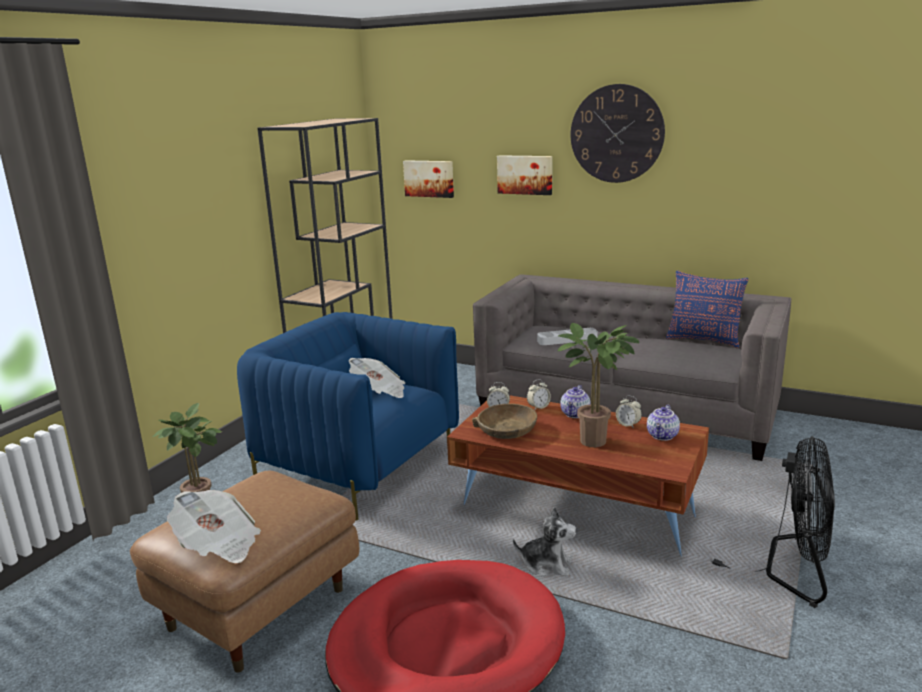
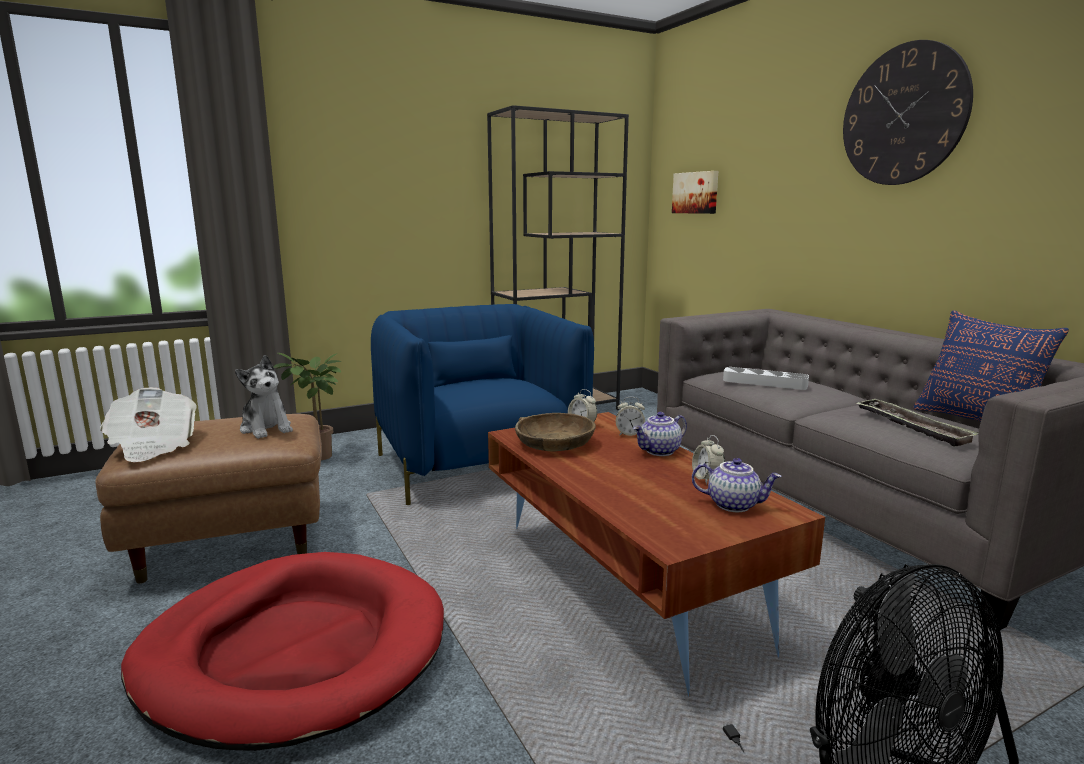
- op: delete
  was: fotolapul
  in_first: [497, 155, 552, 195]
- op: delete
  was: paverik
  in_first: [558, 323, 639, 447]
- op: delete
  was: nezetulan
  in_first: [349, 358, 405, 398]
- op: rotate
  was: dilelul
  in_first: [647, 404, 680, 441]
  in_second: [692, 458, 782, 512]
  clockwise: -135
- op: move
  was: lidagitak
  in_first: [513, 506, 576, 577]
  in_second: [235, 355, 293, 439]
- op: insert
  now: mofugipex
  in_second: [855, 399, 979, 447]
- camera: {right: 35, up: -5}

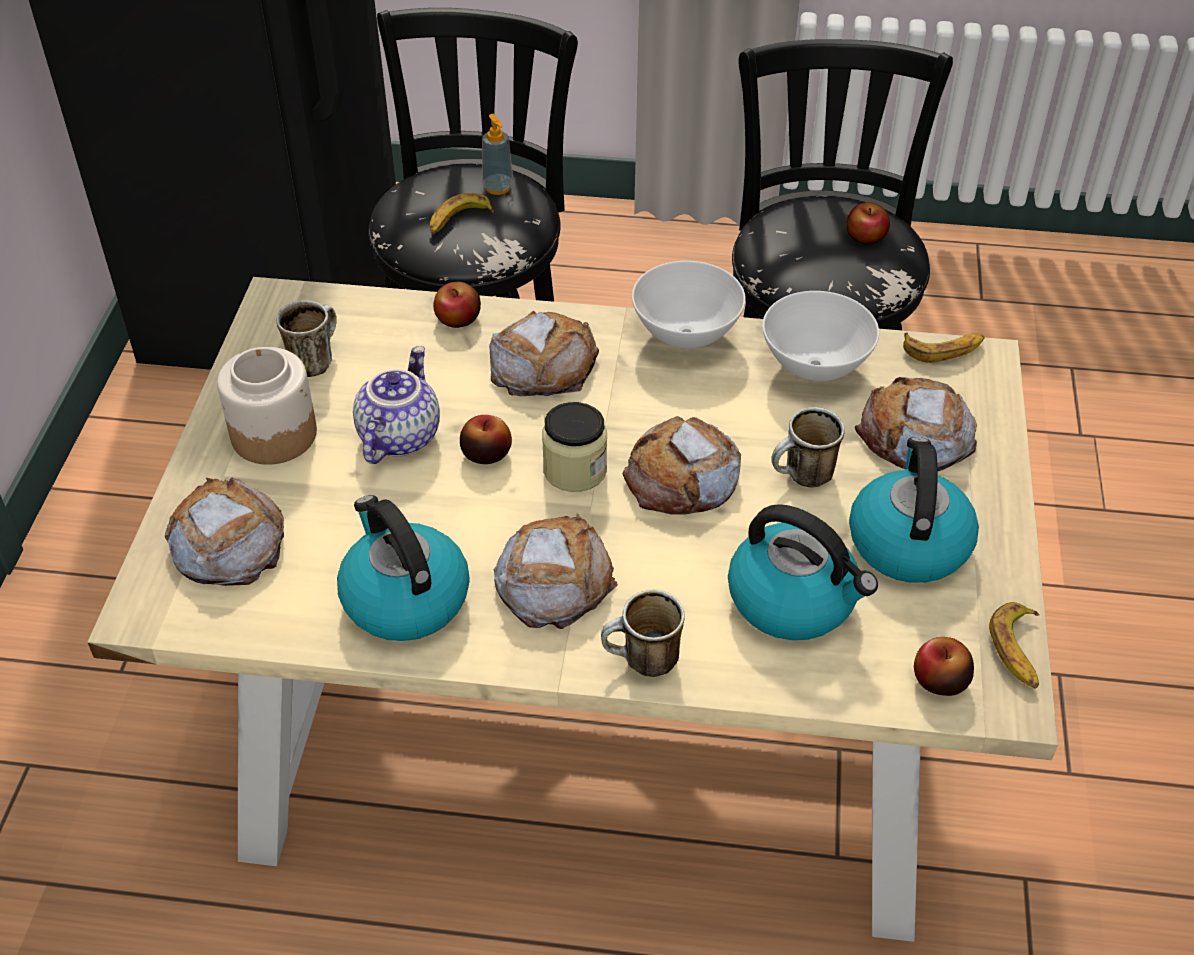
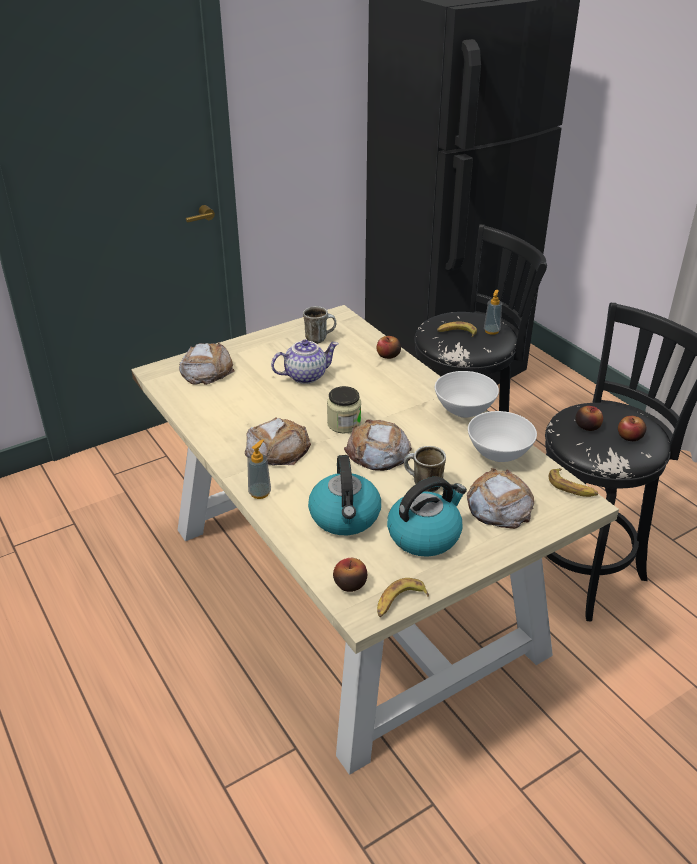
- op: delete
  was: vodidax
  in_first: [489, 311, 599, 396]
- op: delete
  was: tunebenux
  in_first: [217, 347, 317, 465]
- op: move
  was: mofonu
  in_first: [460, 415, 512, 464]
  in_second: [576, 406, 603, 431]
- op: delete
  was: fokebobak
  in_first: [337, 495, 470, 641]
- op: replace
  was: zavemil
  now: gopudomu
  in_first: [601, 589, 685, 677]
  in_second: [247, 439, 271, 499]
- camera: {right: 50, up: -10}

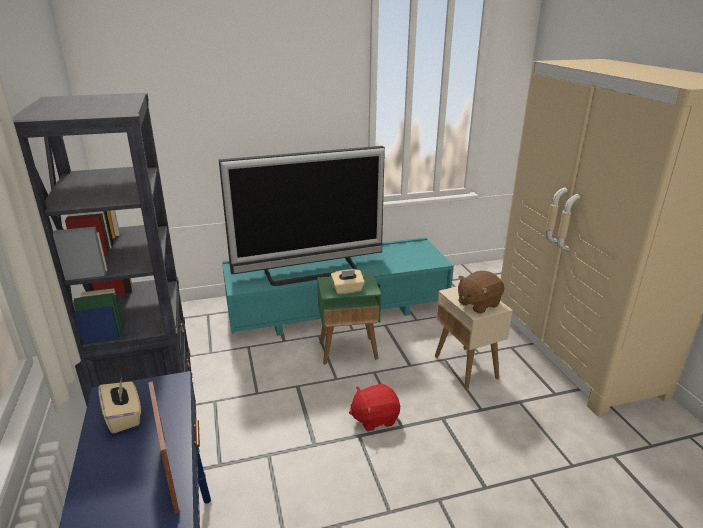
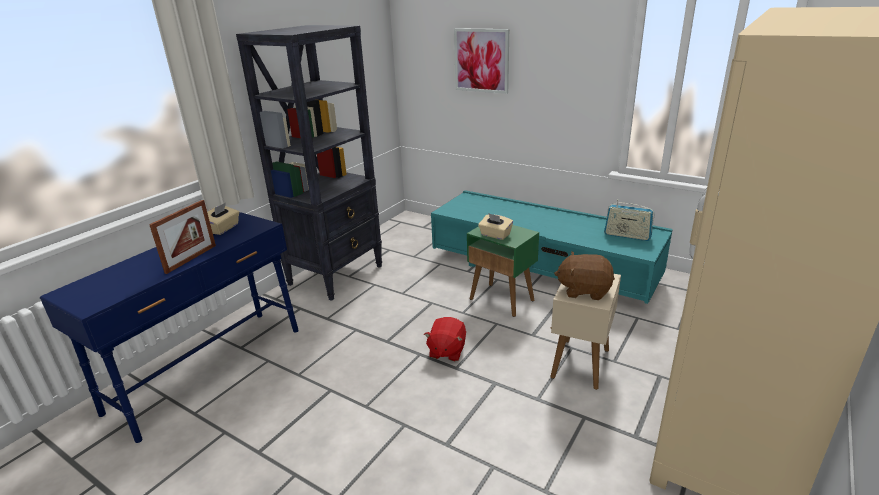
- op: delete
  was: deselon
  in_first: [219, 146, 385, 286]
- op: rotate
  was: lidagitak (red)
  in_first: [349, 384, 400, 432]
  in_second: [424, 317, 466, 361]
  clockwise: -105
- op: insert
  now: fotolapul
  in_second: [454, 28, 509, 94]
- op: insert
  now: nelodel
  in_second: [604, 199, 655, 241]
- camera: {right: 50, up: 0}

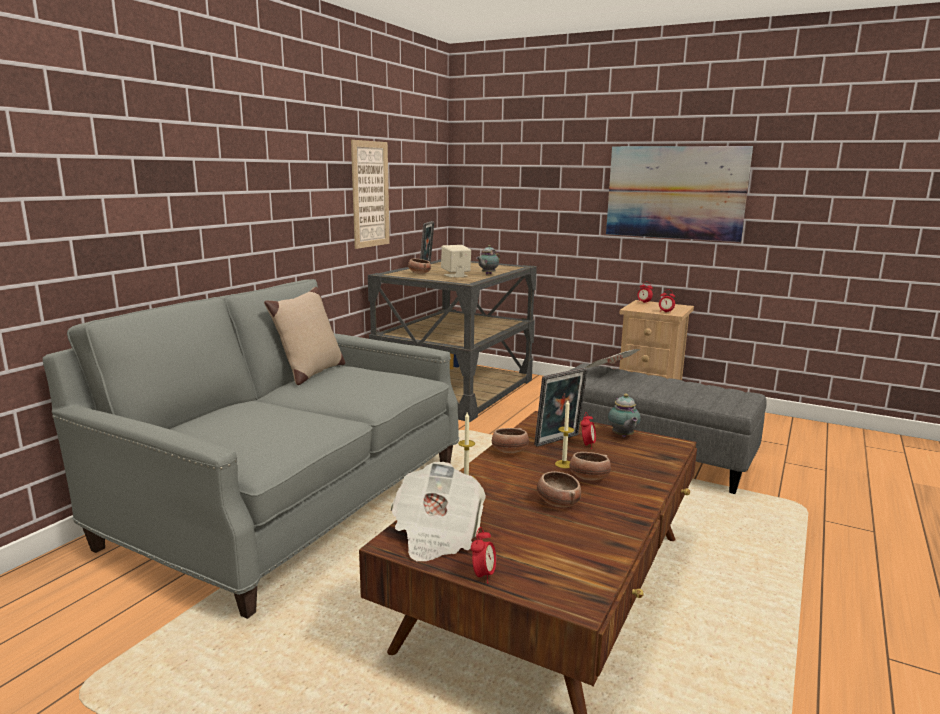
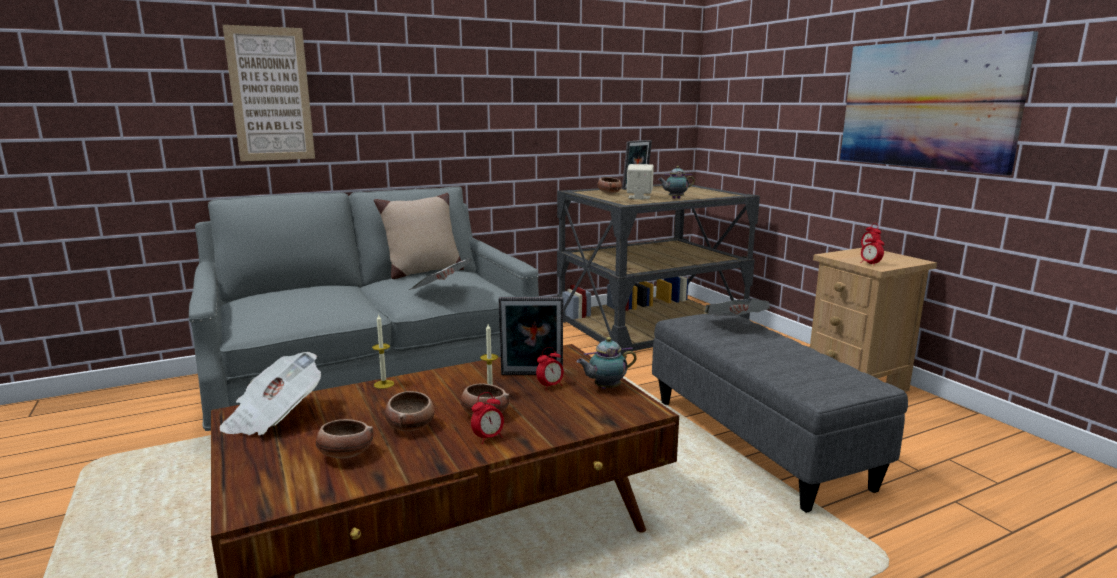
- op: move
  was: fotolapul
  in_first: [351, 140, 390, 249]
  in_second: [223, 25, 315, 161]
- op: rotate
  was: dilelul
  in_first: [608, 394, 641, 437]
  in_second: [577, 337, 637, 389]
  clockwise: 45
- op: move
  was: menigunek
  in_first: [492, 428, 529, 453]
  in_second: [316, 419, 374, 459]
- op: move
  was: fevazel
  in_first: [471, 527, 496, 584]
  in_second: [471, 392, 504, 444]
- op: insert
  now: nezetulan
  in_second: [409, 258, 473, 290]
- camera: {right: 35, up: 0}

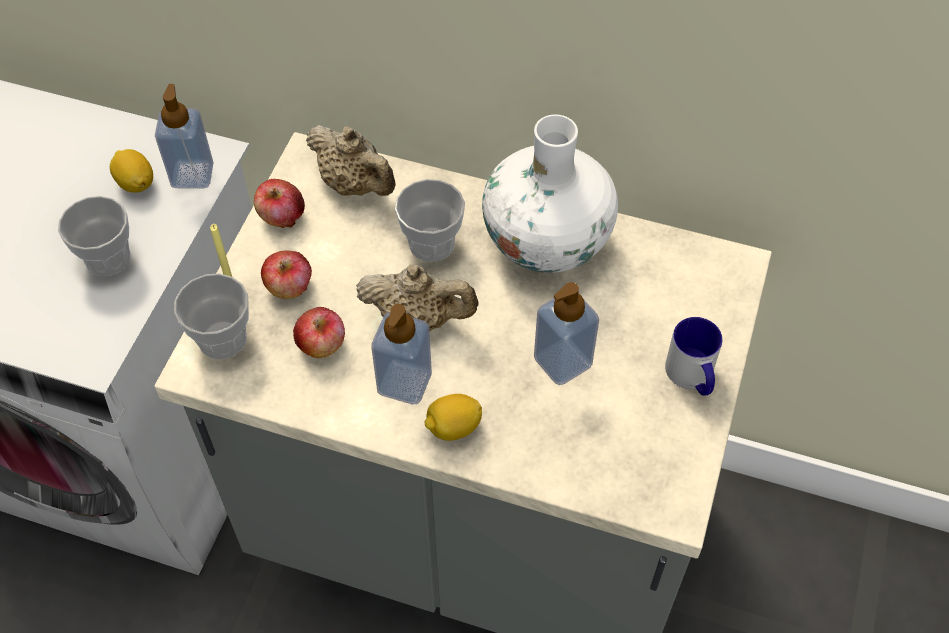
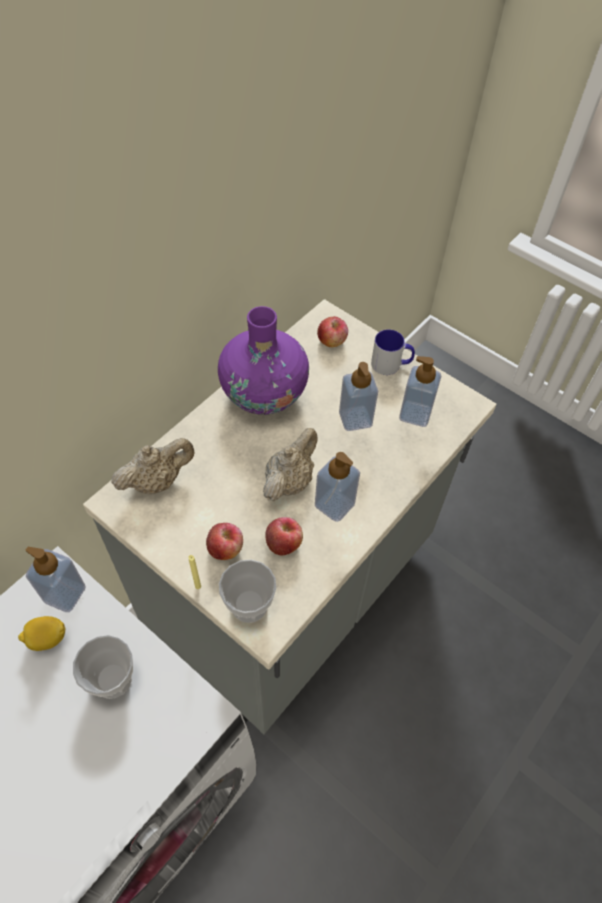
- op: recolor
  was: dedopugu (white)
  now: dedopugu (purple)
  in_first: [482, 115, 618, 273]
  in_second: [218, 306, 309, 415]
- op: move
  was: mofonu
  in_first: [254, 179, 305, 228]
  in_second: [317, 316, 348, 347]
- op: delete
  was: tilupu
  in_first: [395, 179, 465, 262]
- op: delete
  was: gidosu
  in_first: [425, 394, 482, 441]
- op: insert
  now: gopudomu
  in_second: [399, 356, 441, 427]
- camera: {right: -70, up: 0}

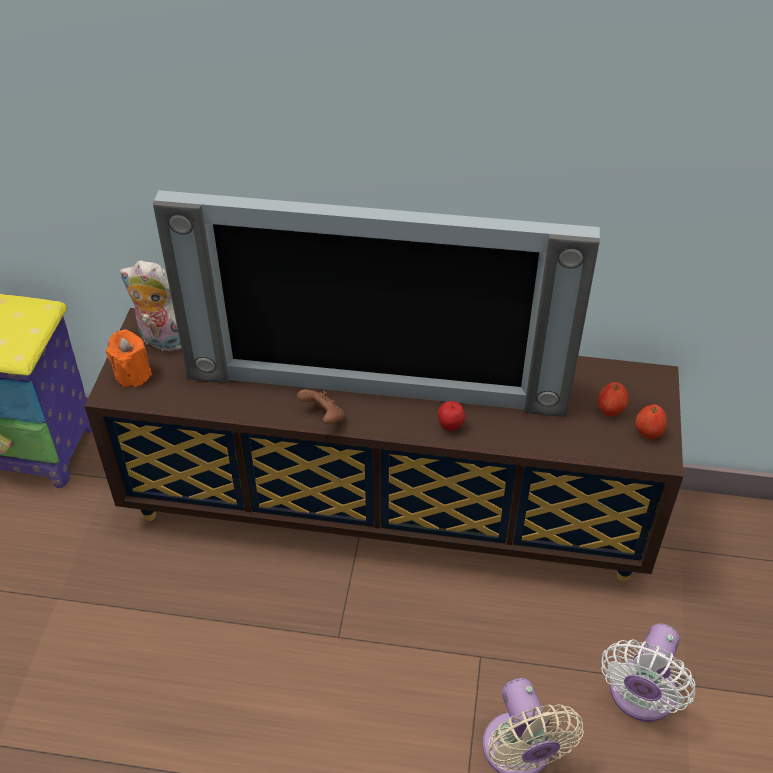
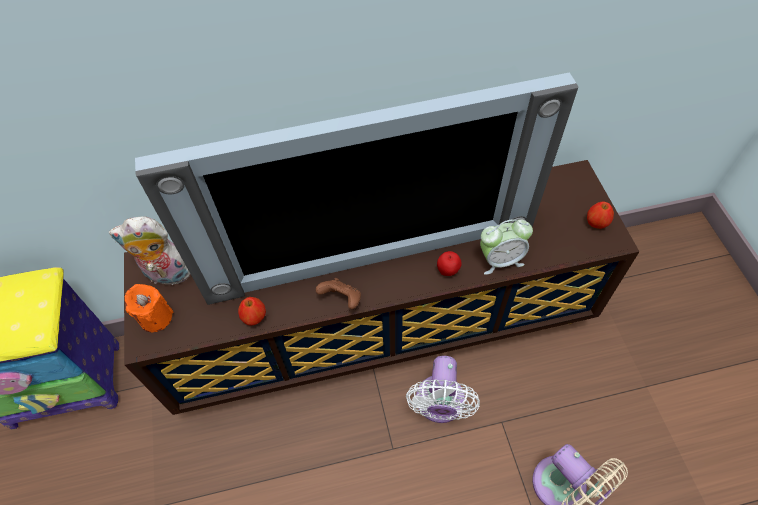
- op: move
  was: mofonu
  in_first: [598, 382, 628, 416]
  in_second: [238, 297, 266, 326]
- op: move
  was: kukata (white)
  in_first: [601, 623, 695, 722]
  in_second: [406, 356, 480, 423]
- op: insert
  now: fevazel
  in_second: [480, 219, 533, 275]
- camera: {right: -20, up: 10}

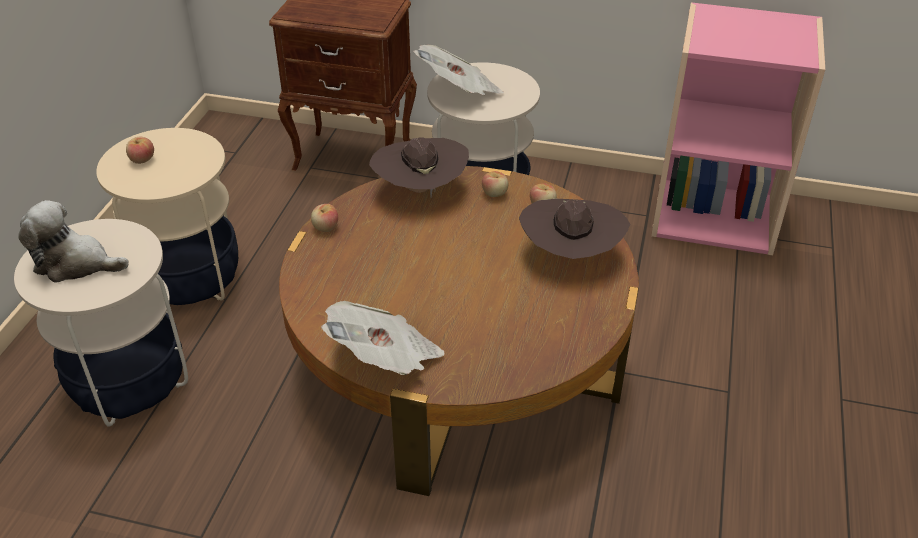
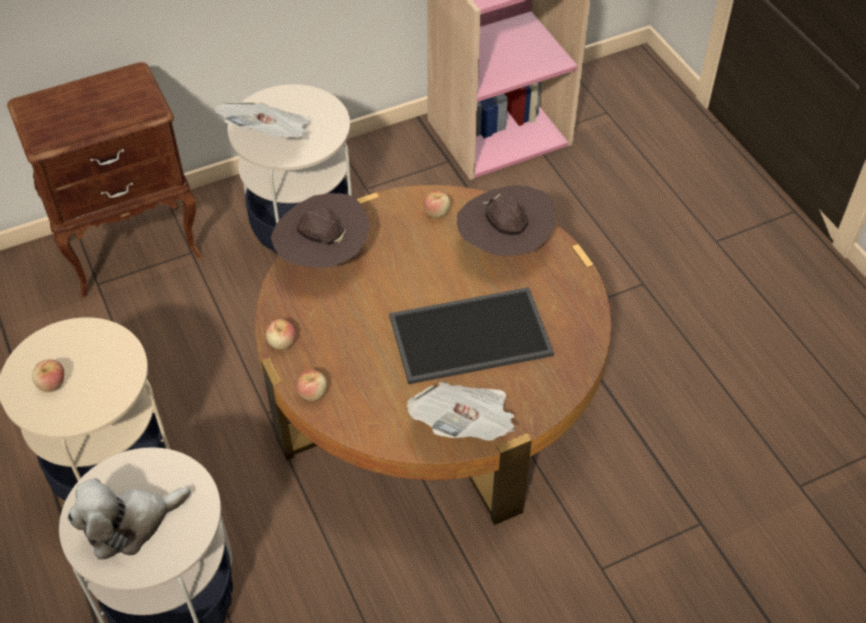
- op: move
  was: mofonu
  in_first: [482, 171, 508, 197]
  in_second: [296, 370, 327, 401]
- op: insert
  now: mofugipex
  in_second: [389, 287, 554, 384]
- camera: {right: -40, up: 10}

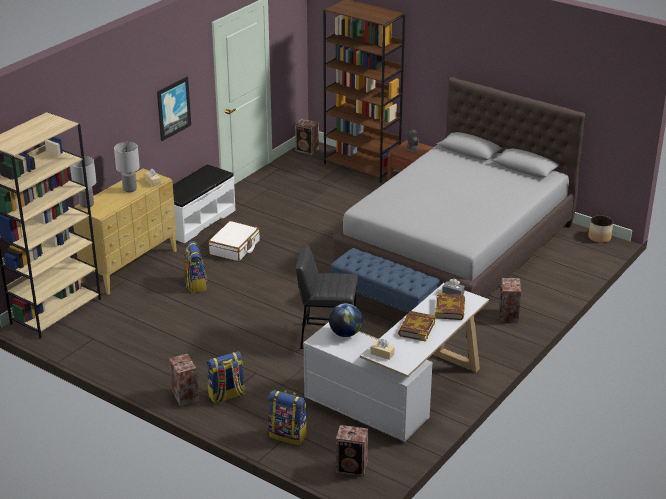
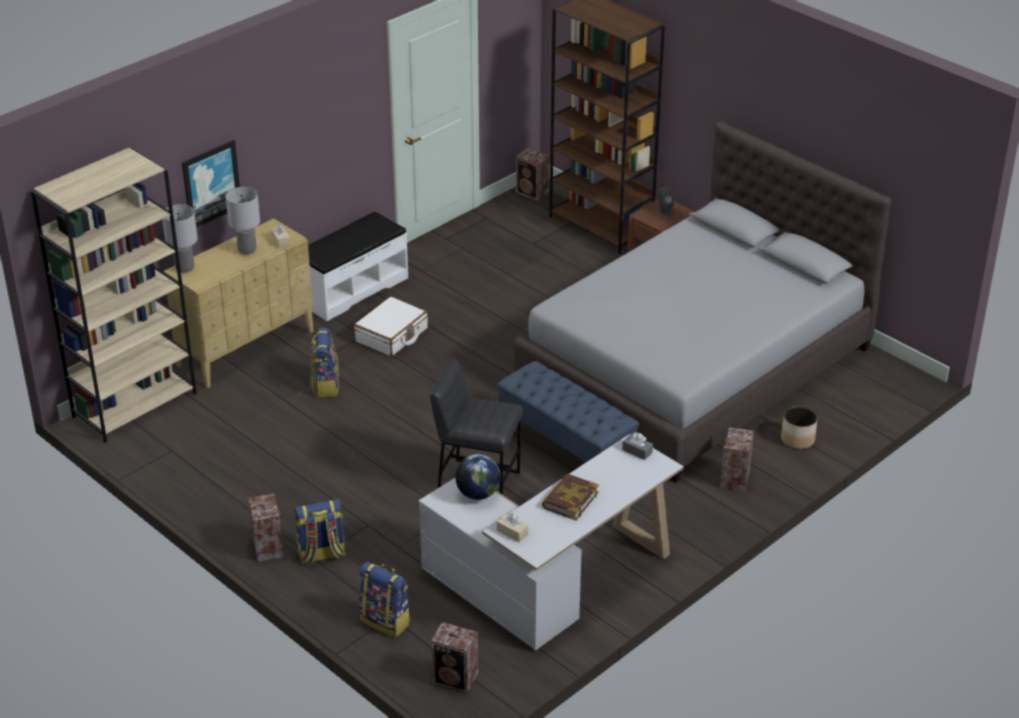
- op: move
  was: fotolapul
  in_first: [157, 77, 191, 141]
  in_second: [182, 140, 240, 228]
- op: move
  was: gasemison
  in_first: [588, 215, 613, 243]
  in_second: [781, 406, 818, 449]
- op: delete
  was: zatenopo
  in_first: [435, 293, 465, 320]
- camera: {right: 10, up: 5}

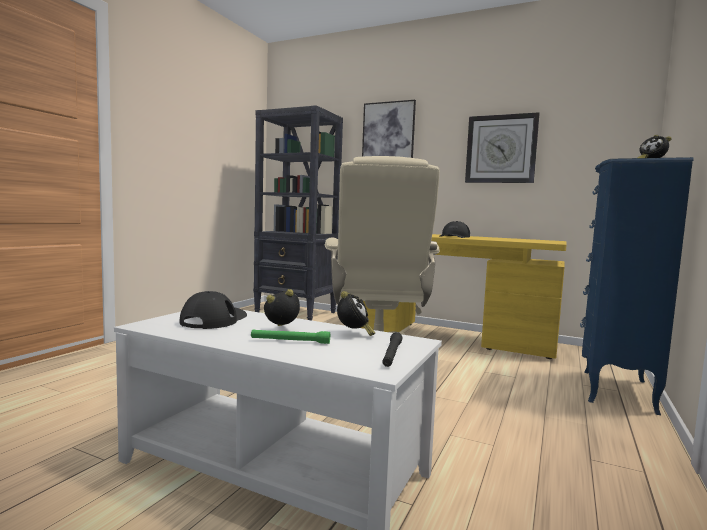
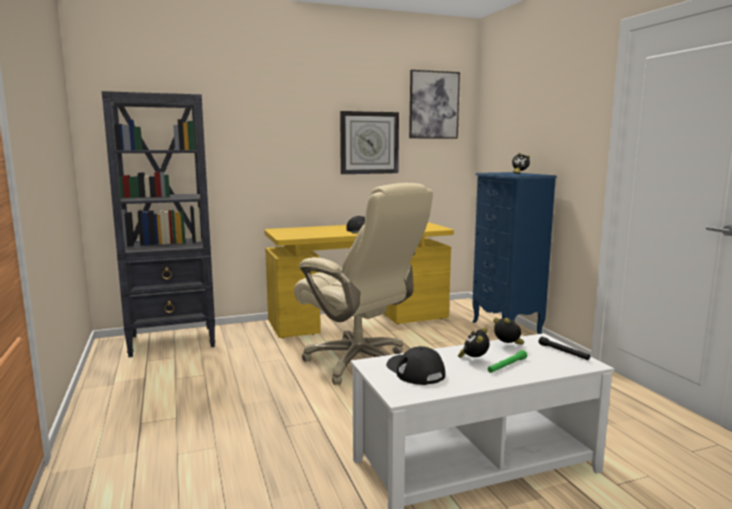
- op: move
  was: fotolapul
  in_first: [362, 100, 416, 158]
  in_second: [409, 70, 460, 139]
- camera: {right: -45, up: 5}

